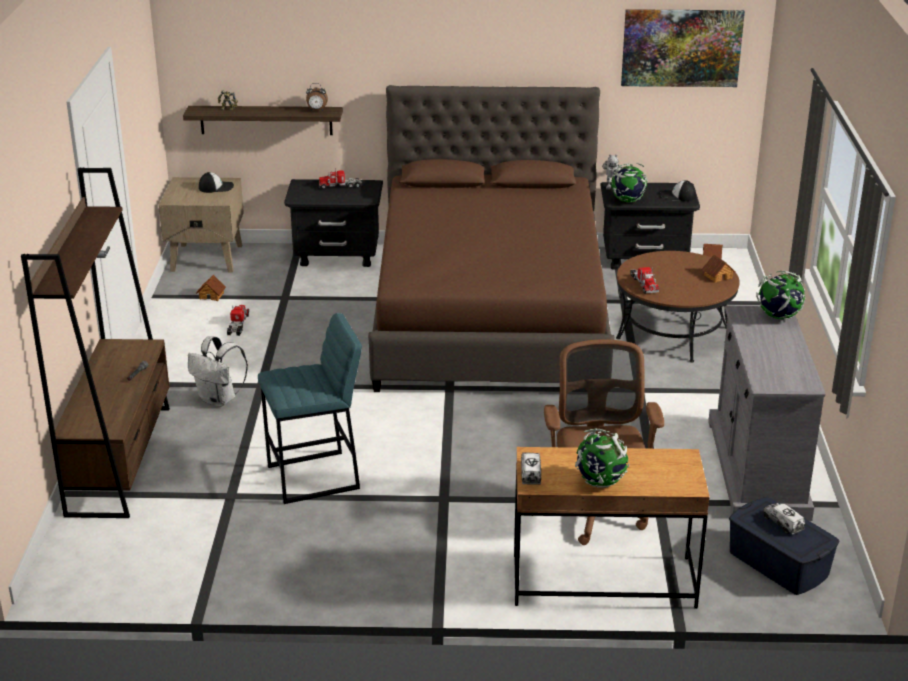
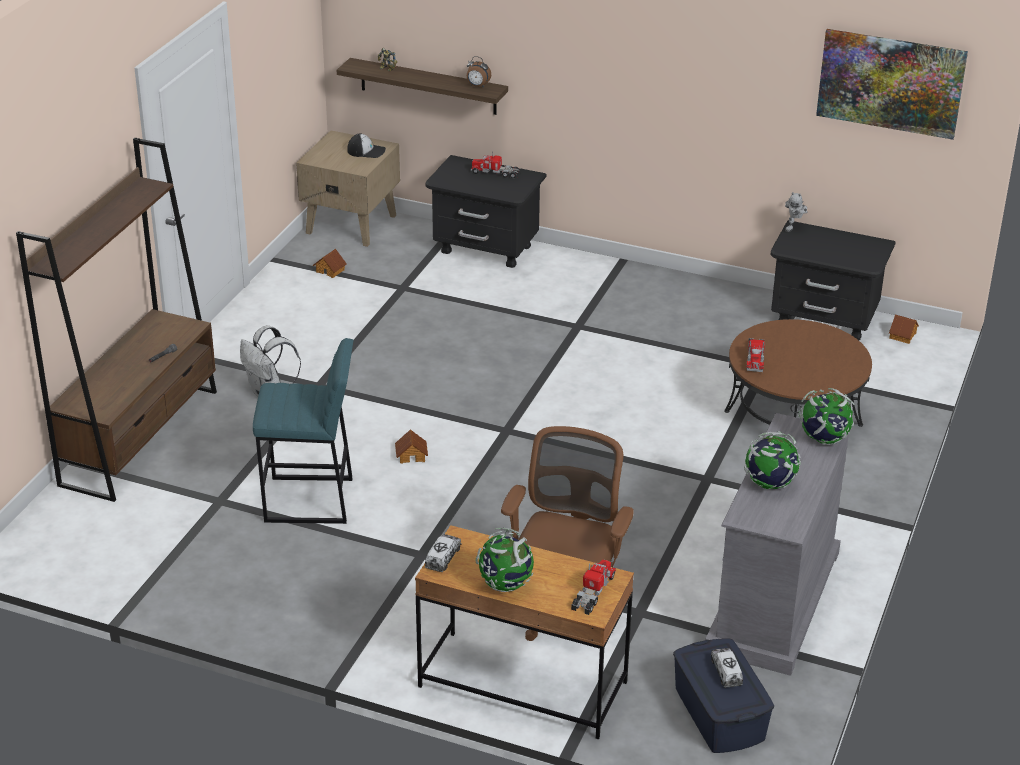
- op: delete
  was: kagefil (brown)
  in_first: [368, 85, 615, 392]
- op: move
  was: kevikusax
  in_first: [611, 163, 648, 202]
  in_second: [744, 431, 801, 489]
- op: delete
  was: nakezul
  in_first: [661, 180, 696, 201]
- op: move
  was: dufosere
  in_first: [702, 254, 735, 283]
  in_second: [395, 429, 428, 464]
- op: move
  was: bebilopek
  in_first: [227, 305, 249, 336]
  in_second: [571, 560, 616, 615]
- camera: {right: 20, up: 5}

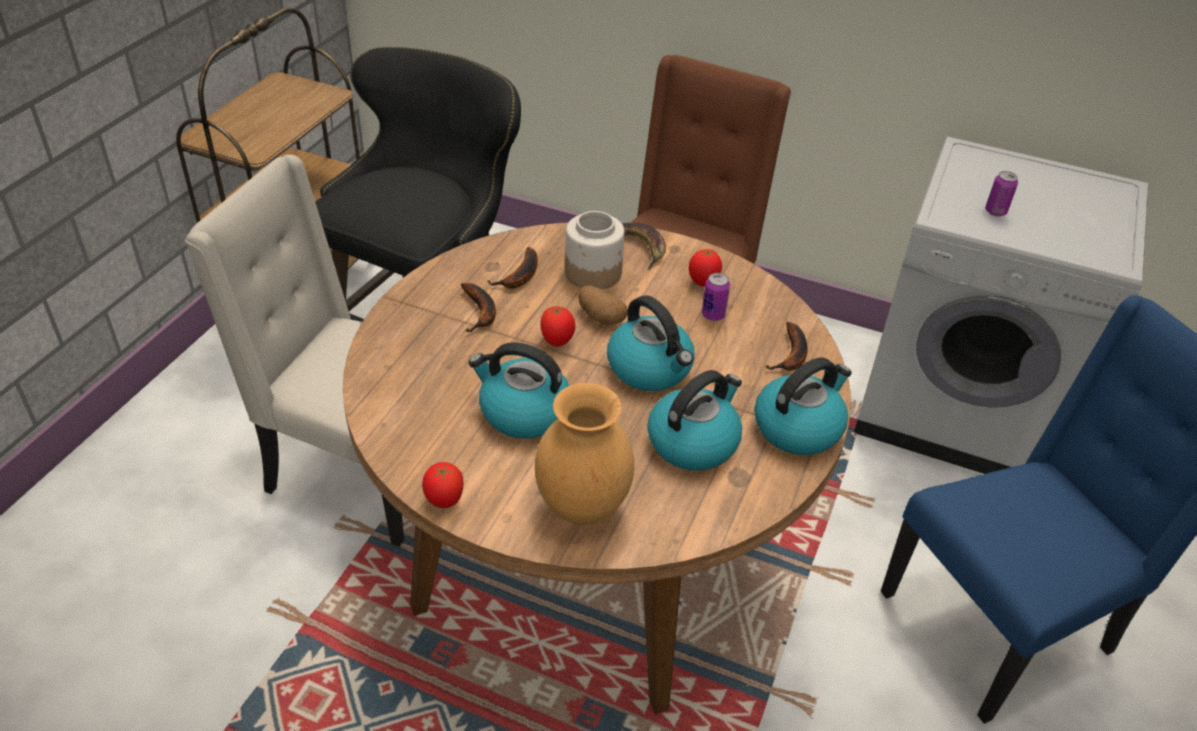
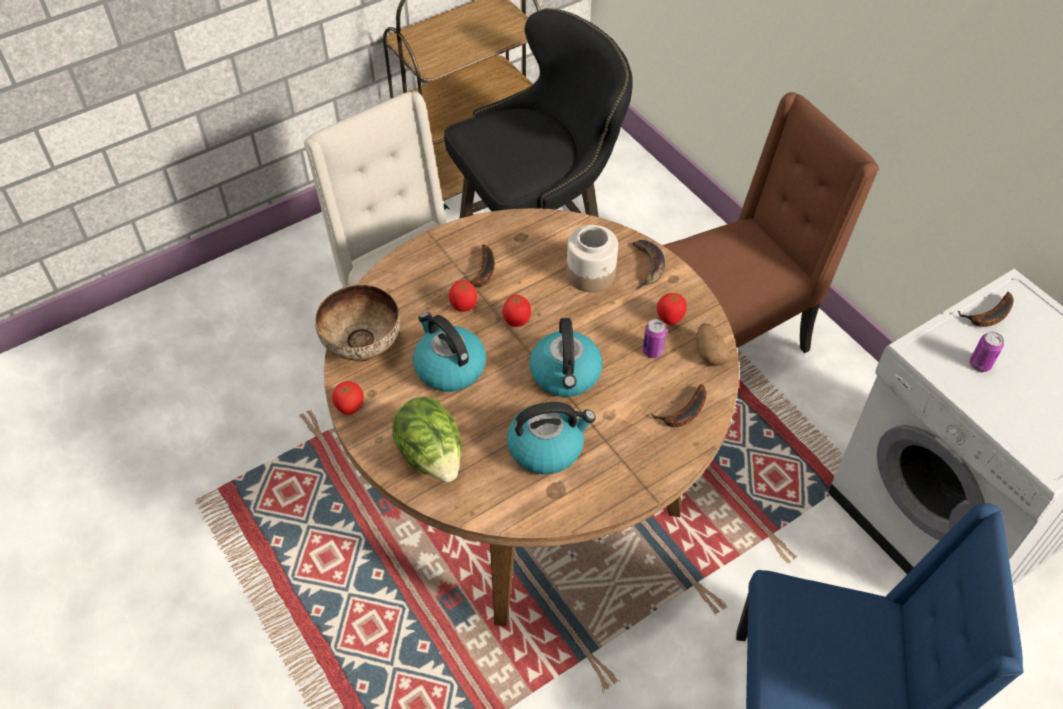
- op: move
  was: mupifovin
  in_first: [487, 247, 538, 288]
  in_second: [958, 292, 1014, 327]
- op: move
  was: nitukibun
  in_first: [578, 285, 628, 325]
  in_second: [696, 323, 730, 366]
- op: delete
  was: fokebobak
  in_first: [754, 357, 852, 455]
- op: replace
  was: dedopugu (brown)
  now: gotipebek
  in_first: [535, 383, 634, 525]
  in_second: [392, 397, 462, 482]
- op: insert
  now: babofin
  in_second: [449, 280, 477, 312]
- op: insert
  now: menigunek
  in_second: [315, 285, 401, 362]
- camera: {right: 35, up: 10}

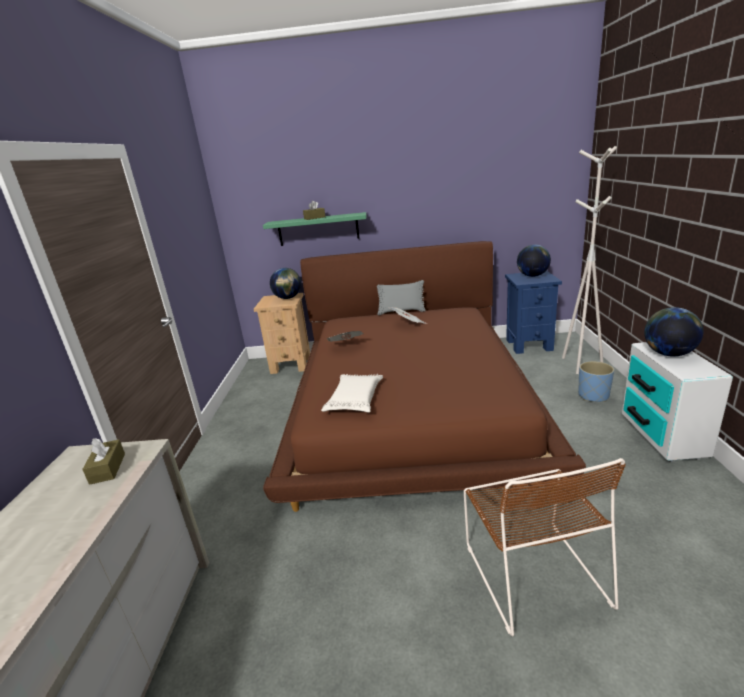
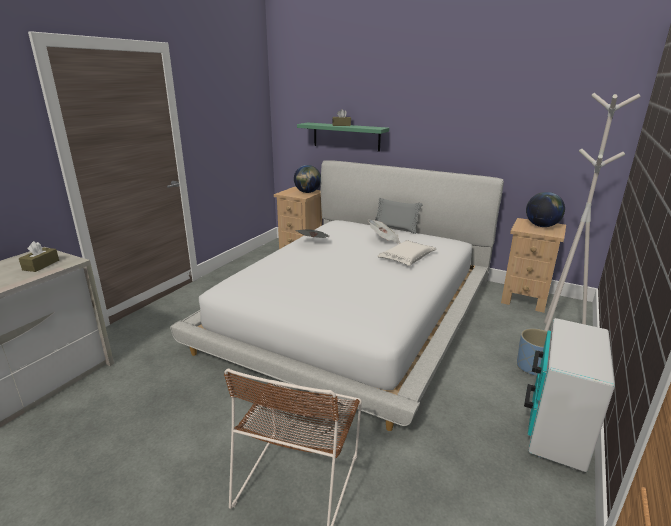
- op: recolor
  was: kagefil (brown)
  now: kagefil (white)
  in_first: [263, 241, 586, 512]
  in_second: [170, 160, 504, 431]
- op: recolor
  was: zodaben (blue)
  now: zodaben (beige)
  in_first: [505, 271, 562, 354]
  in_second: [501, 218, 566, 313]
- op: delete
  was: kevikusax
  in_first: [644, 307, 703, 357]
- op: move
  was: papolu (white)
  in_first: [321, 374, 383, 413]
  in_second: [377, 240, 436, 266]
- camera: {right: 25, up: 0}

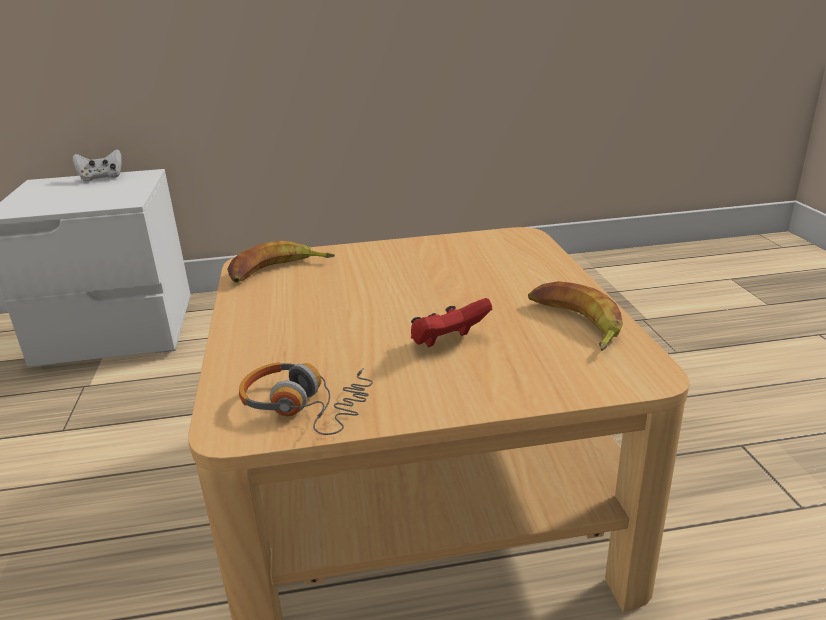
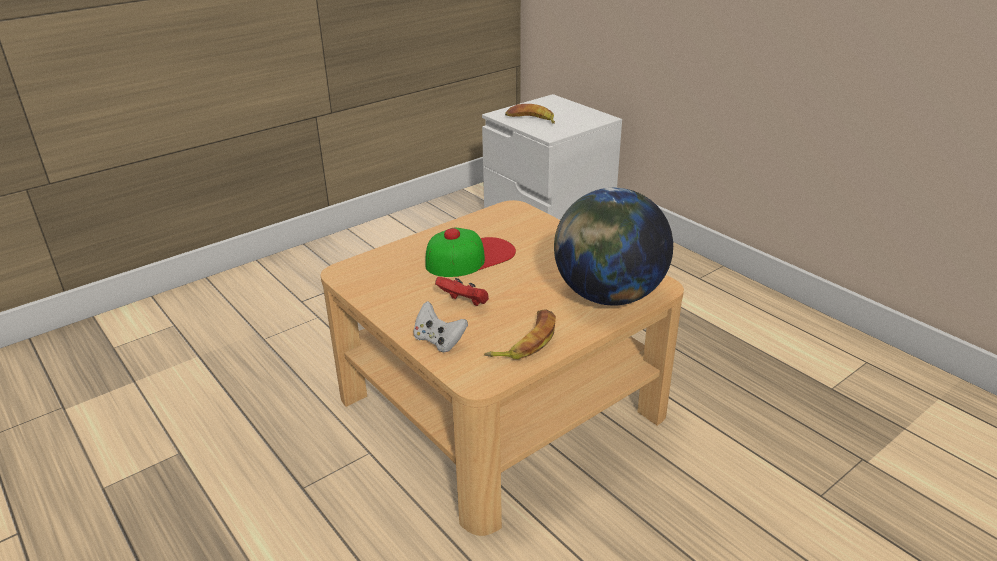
- op: move
  was: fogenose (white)
  in_first: [73, 149, 122, 181]
  in_second: [413, 301, 468, 352]
- op: move
  was: mupifovin
  in_first: [227, 241, 335, 282]
  in_second: [505, 104, 555, 124]
- op: delete
  was: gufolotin
  in_first: [239, 362, 373, 435]
- op: insert
  now: kevikusax
  in_second: [554, 188, 673, 305]
- op: insert
  now: nakezul
  in_second: [425, 228, 516, 277]
- camera: {right: 60, up: 5}

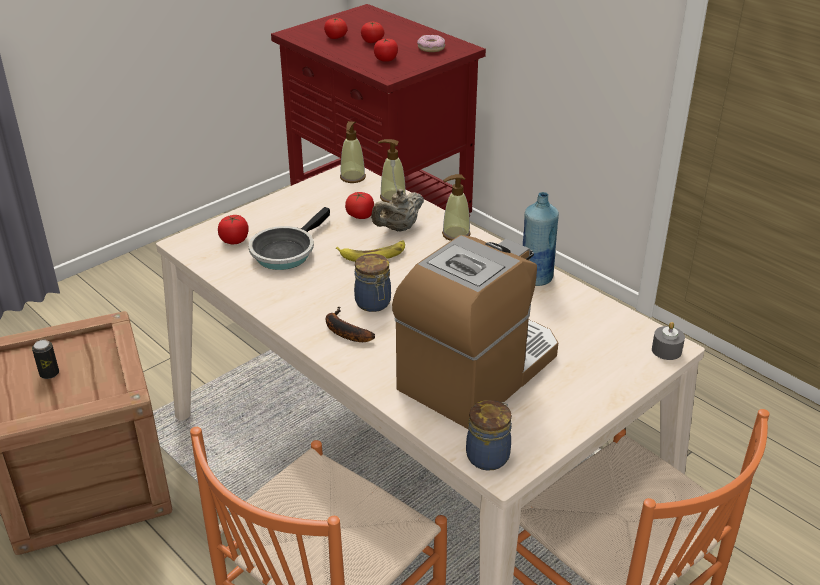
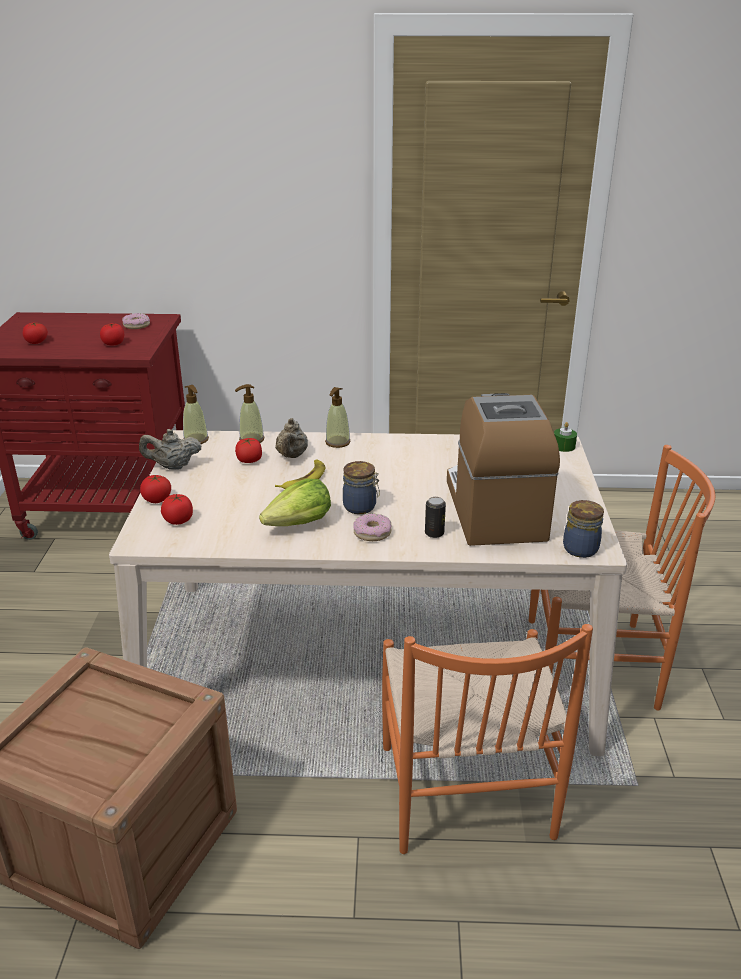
- op: move
  was: babofin
  in_first: [361, 22, 384, 43]
  in_second: [140, 475, 171, 503]
- op: delete
  was: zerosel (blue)
  in_first: [523, 192, 559, 286]
- op: delete
  was: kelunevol
  in_first: [249, 207, 330, 270]
- op: replace
  was: mupifovin
  now: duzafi
  in_first: [326, 306, 375, 342]
  in_second: [353, 514, 391, 541]
- op: recolor
  was: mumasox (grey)
  now: mumasox (green)
  in_first: [652, 322, 685, 360]
  in_second: [554, 422, 577, 452]
- op: move
  was: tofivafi
  in_first: [32, 340, 59, 379]
  in_second: [425, 497, 446, 538]
- op: insert
  now: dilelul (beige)
  in_second: [139, 429, 202, 470]
- op: insert
  now: gotipebek
  in_second: [259, 479, 331, 526]
- camera: {right: -45, up: -5}

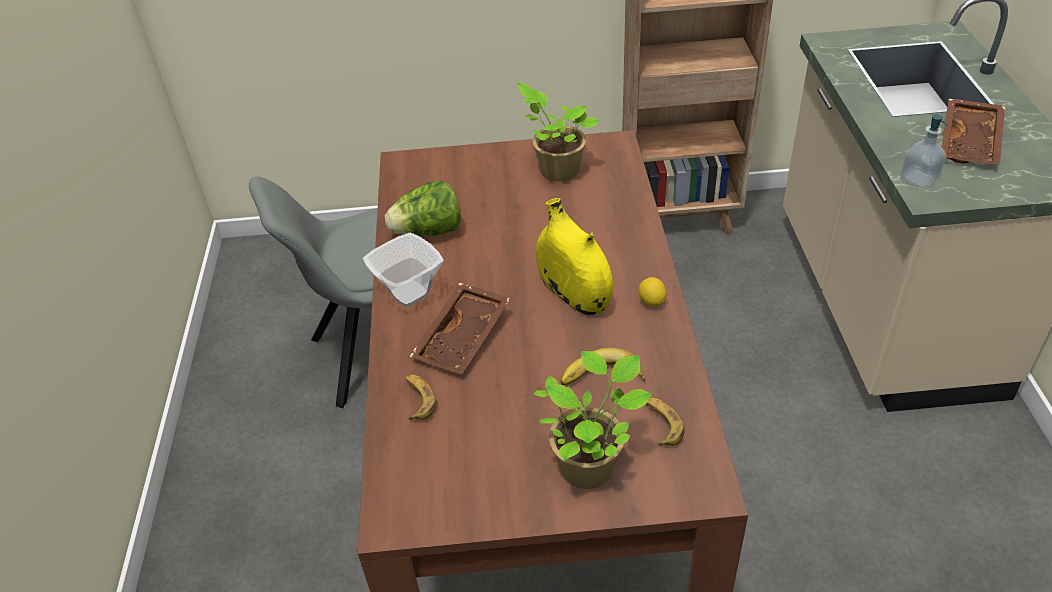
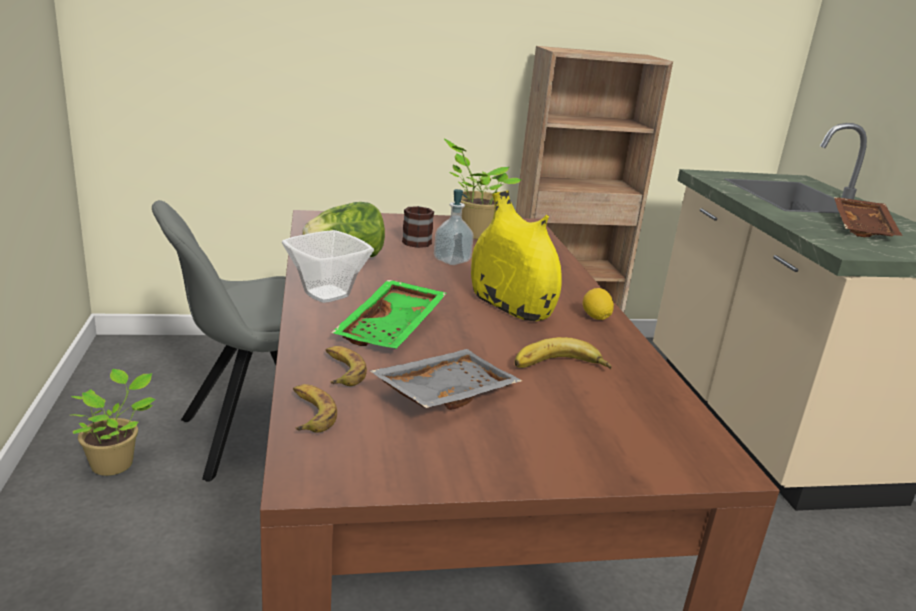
- op: move
  was: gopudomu
  in_first: [901, 114, 948, 189]
  in_second: [434, 189, 474, 265]
- op: recolor
  was: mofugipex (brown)
  now: mofugipex (green)
  in_first: [410, 283, 510, 375]
  in_second: [331, 280, 447, 349]
- op: move
  was: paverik
  in_first: [534, 351, 652, 489]
  in_second: [71, 369, 156, 476]
- op: move
  was: mupifovin
  in_first: [646, 398, 685, 446]
  in_second: [293, 384, 337, 432]
- op: insert
  now: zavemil
  in_second: [402, 206, 434, 248]
- op: insert
  now: mofugipex (grey)
  in_second: [370, 349, 522, 410]
- camera: {right: -10, up: -20}

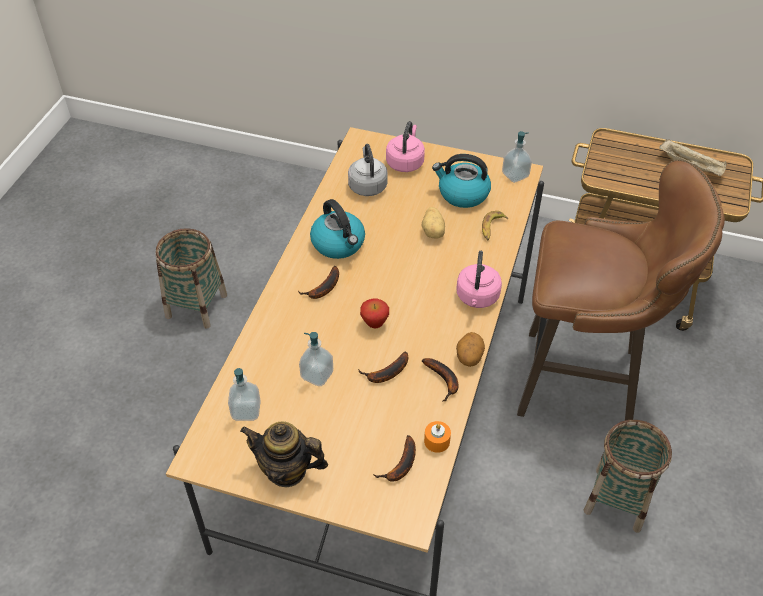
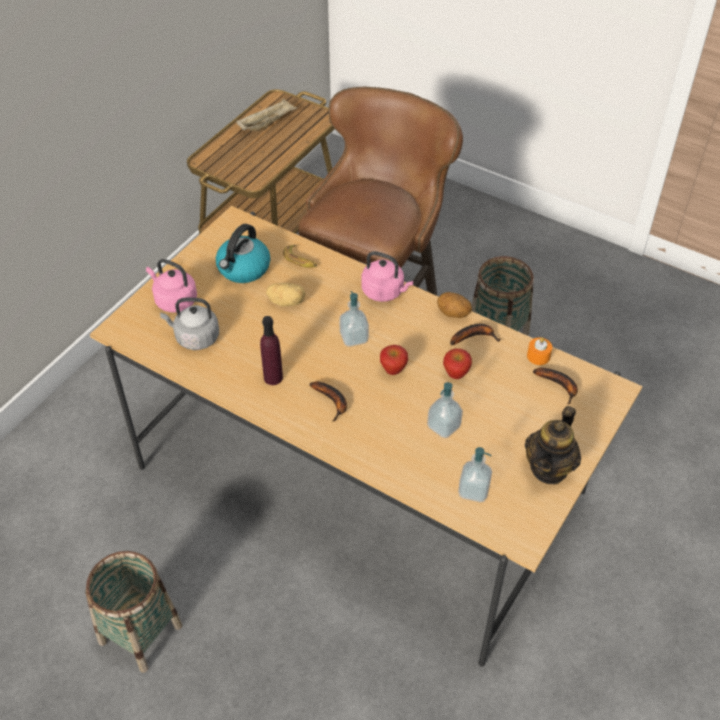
- op: move
  was: gopudomu
  in_first: [502, 131, 532, 183]
  in_second: [339, 291, 369, 347]
- op: replace
  was: fokebobak
  now: zerosel (purple)
  in_first: [310, 199, 365, 259]
  in_second: [260, 316, 283, 385]
- op: replace
  was: mupifovin
  now: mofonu
  in_first: [358, 352, 408, 383]
  in_second: [443, 349, 472, 379]
- camera: {right: -75, up: 0}

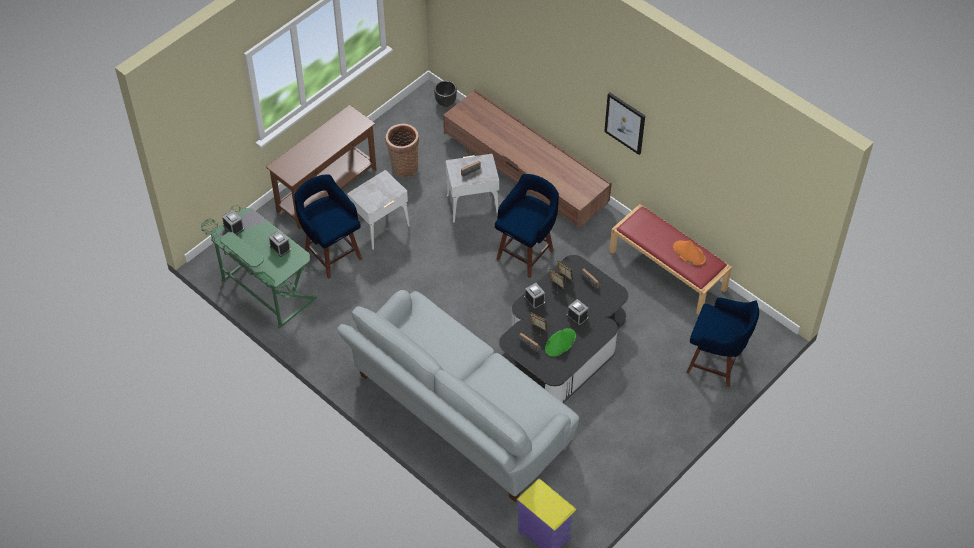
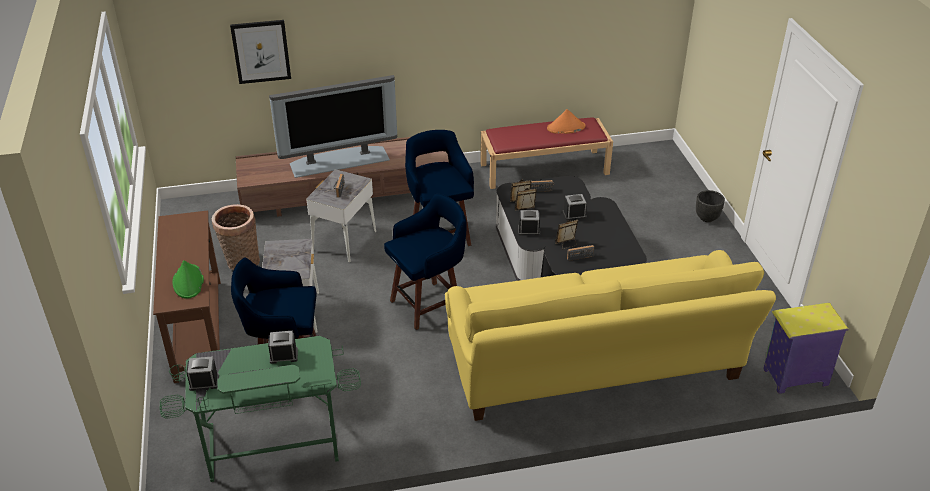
- op: move
  was: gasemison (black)
  in_first: [434, 80, 457, 107]
  in_second: [696, 190, 725, 222]
- op: move
  was: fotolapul
  in_first: [604, 92, 645, 155]
  in_second: [230, 20, 291, 84]
- op: recolor
  was: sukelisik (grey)
  now: sukelisik (yellow)
  in_first: [337, 290, 579, 502]
  in_second: [445, 250, 776, 421]
- op: move
  was: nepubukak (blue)
  in_first: [686, 298, 759, 387]
  in_second: [384, 193, 467, 330]
- op: move
  was: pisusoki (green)
  in_first: [545, 328, 576, 357]
  in_second: [172, 260, 204, 299]
- op: insert
  now: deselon
  in_second: [269, 75, 397, 178]
- camera: {right: -55, up: -15}

